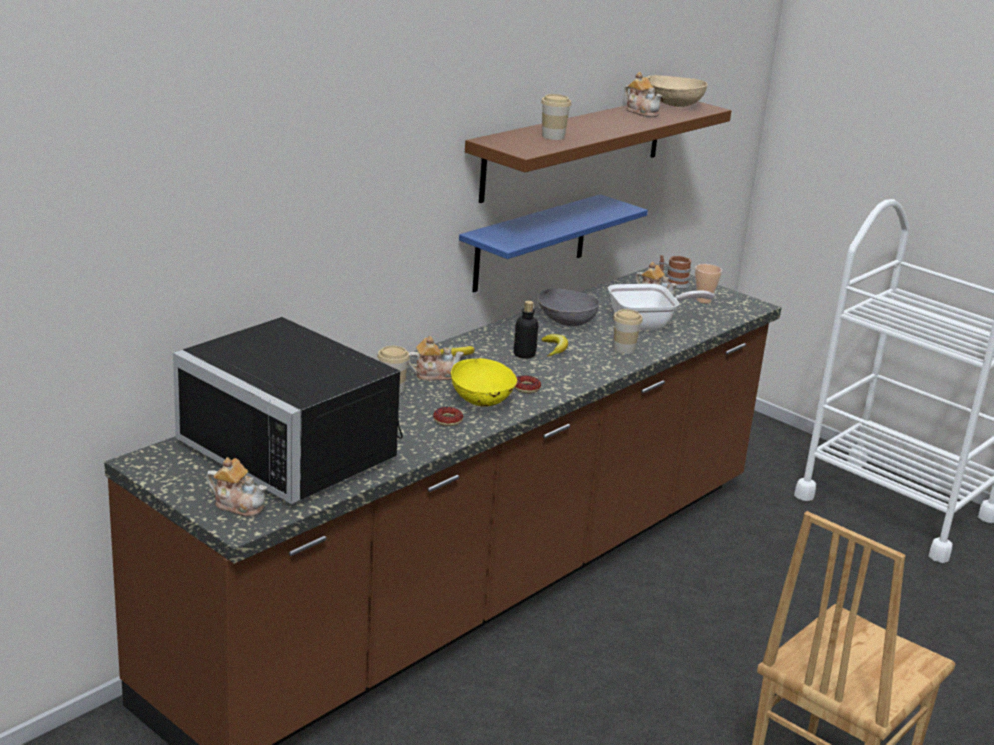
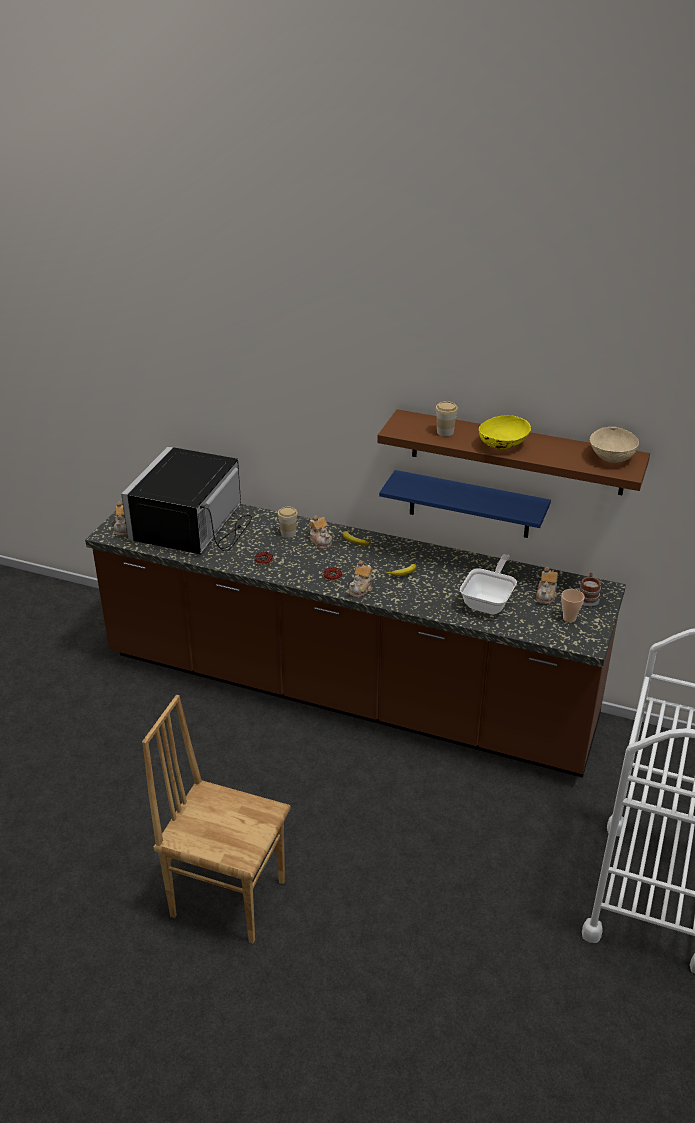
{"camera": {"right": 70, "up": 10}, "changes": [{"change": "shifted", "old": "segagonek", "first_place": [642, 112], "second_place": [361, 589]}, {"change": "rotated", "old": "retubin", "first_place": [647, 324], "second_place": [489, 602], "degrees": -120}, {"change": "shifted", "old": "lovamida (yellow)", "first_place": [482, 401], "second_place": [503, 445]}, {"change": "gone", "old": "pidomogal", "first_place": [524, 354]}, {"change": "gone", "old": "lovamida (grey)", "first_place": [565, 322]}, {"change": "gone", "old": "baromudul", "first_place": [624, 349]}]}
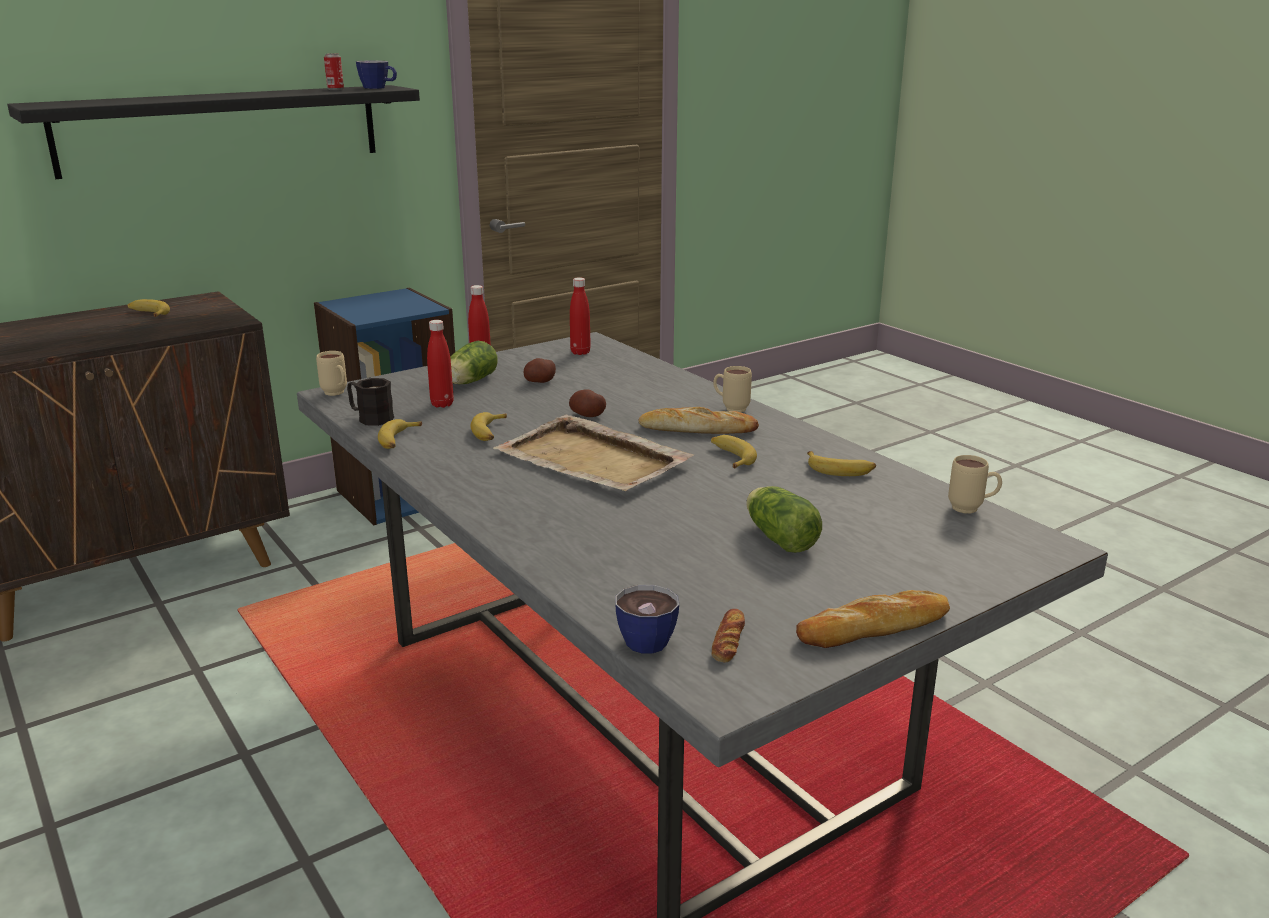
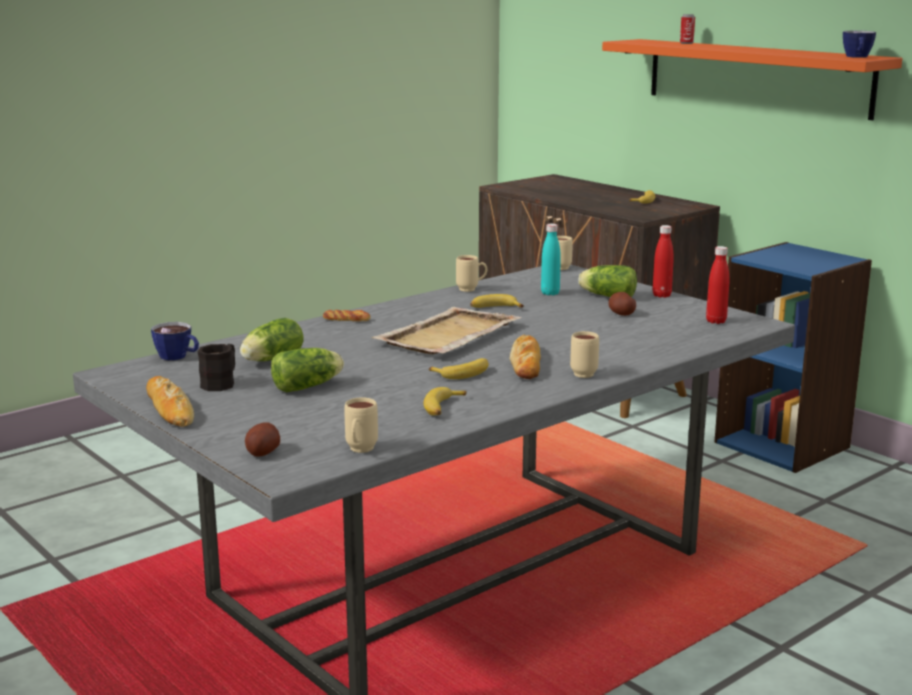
{"camera": {"right": 85, "up": -5}, "changes": [{"change": "shifted", "old": "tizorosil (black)", "first_place": [370, 418], "second_place": [221, 383]}, {"change": "new", "new": "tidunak", "second_place": [270, 359]}, {"change": "shifted", "old": "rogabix", "first_place": [587, 415], "second_place": [262, 452]}, {"change": "shifted", "old": "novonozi", "first_place": [728, 641], "second_place": [346, 319]}, {"change": "swapped", "old": "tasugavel", "new": "tizorosil (beige)", "first_place": [398, 440], "second_place": [471, 289]}, {"change": "repainted", "old": "pidomogal (red)", "new": "pidomogal (turquoise)", "first_place": [442, 404], "second_place": [550, 293]}, {"change": "repainted", "old": "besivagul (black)", "new": "besivagul (orange)", "first_place": [222, 129], "second_place": [756, 77]}, {"change": "shifted", "old": "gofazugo", "first_place": [335, 89], "second_place": [686, 43]}]}
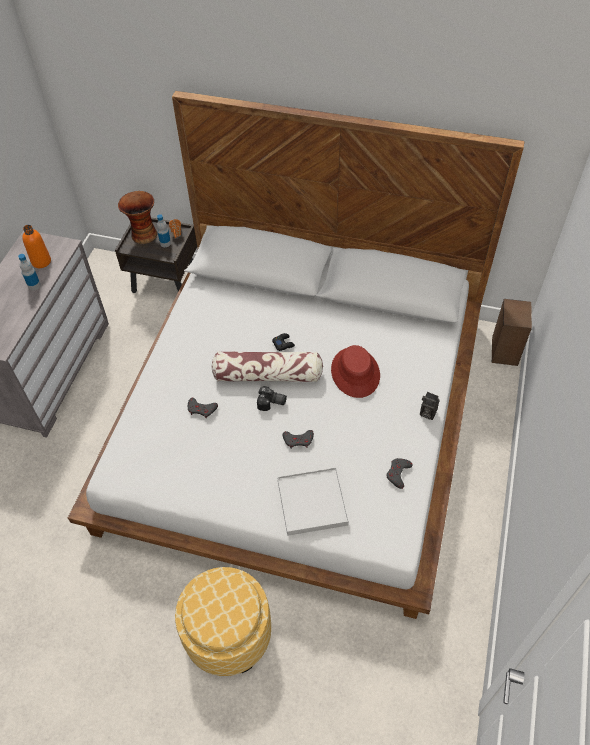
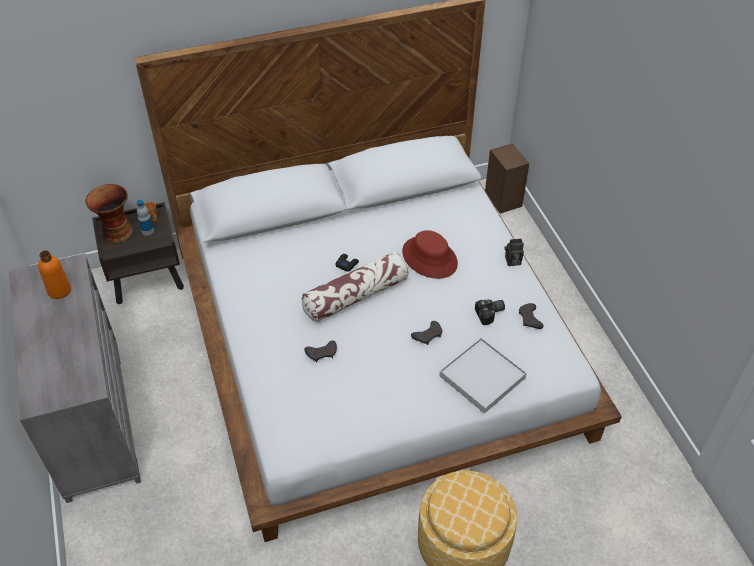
{"camera": {"right": -35, "up": -5}, "changes": [{"change": "shifted", "old": "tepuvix", "first_place": [271, 403], "second_place": [490, 314]}, {"change": "gone", "old": "pidomogal", "first_place": [34, 285]}]}
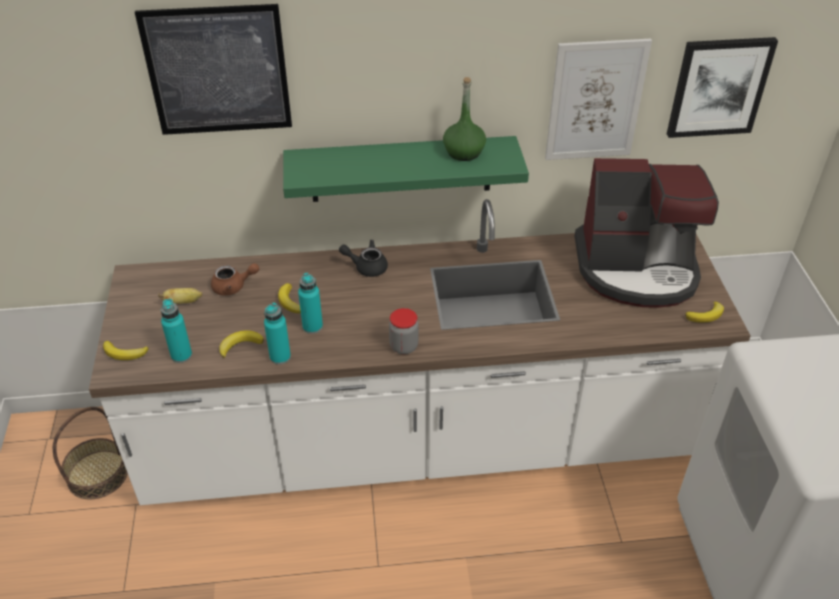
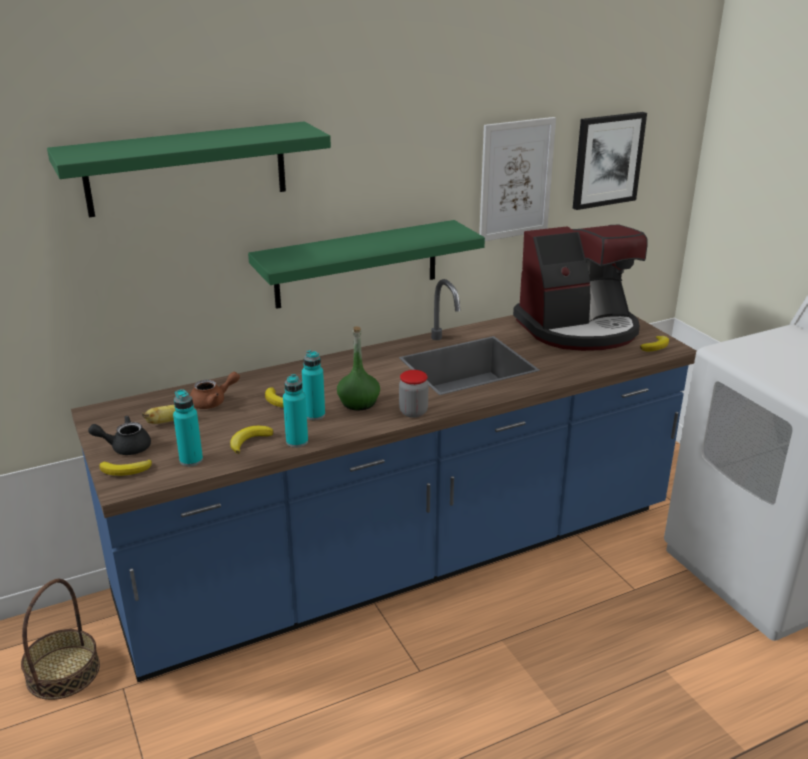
{"camera": {"right": -20, "up": -15}, "changes": [{"change": "swapped", "old": "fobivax", "new": "besivagul (green)", "first_place": [218, 71], "second_place": [187, 169]}, {"change": "repainted", "old": "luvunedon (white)", "new": "luvunedon (blue)", "first_place": [419, 441], "second_place": [404, 557]}, {"change": "shifted", "old": "segagonek (black)", "first_place": [366, 267], "second_place": [125, 447]}, {"change": "shifted", "old": "pidomogal (green)", "first_place": [464, 152], "second_place": [359, 402]}]}
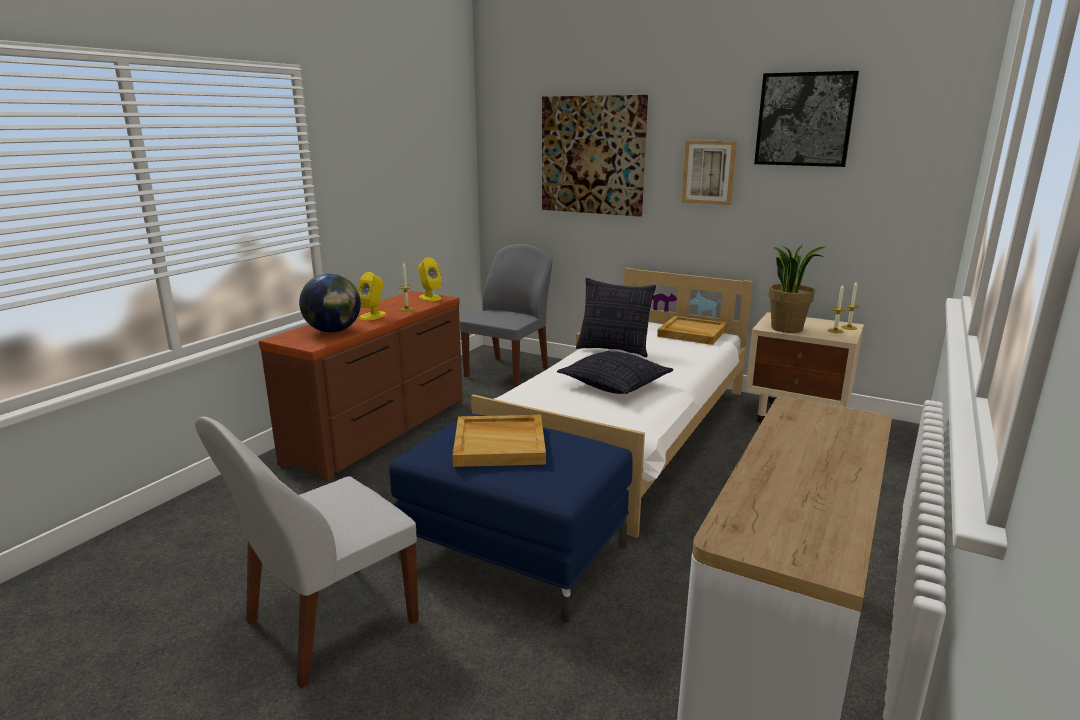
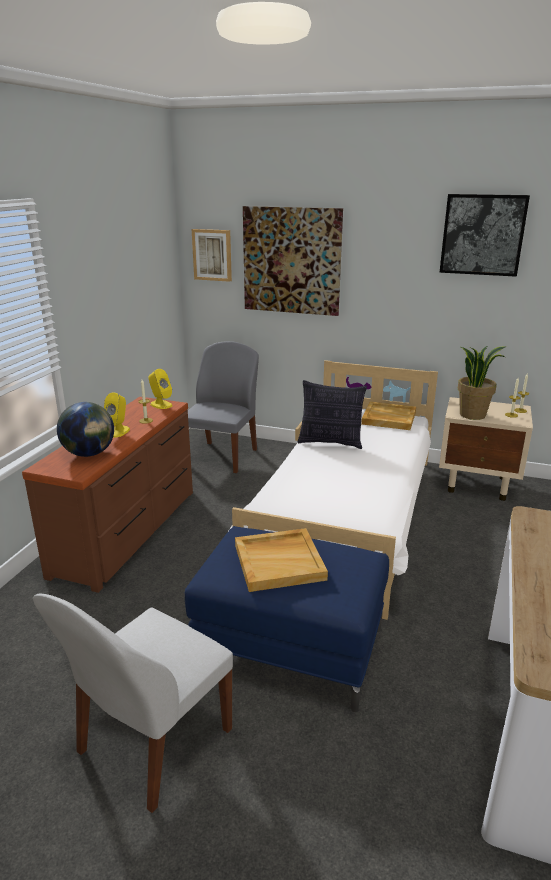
{"camera": {"right": -10, "up": 5}, "changes": [{"change": "shifted", "old": "fobivax", "first_place": [709, 172], "second_place": [212, 255]}, {"change": "gone", "old": "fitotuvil", "first_place": [615, 385]}]}
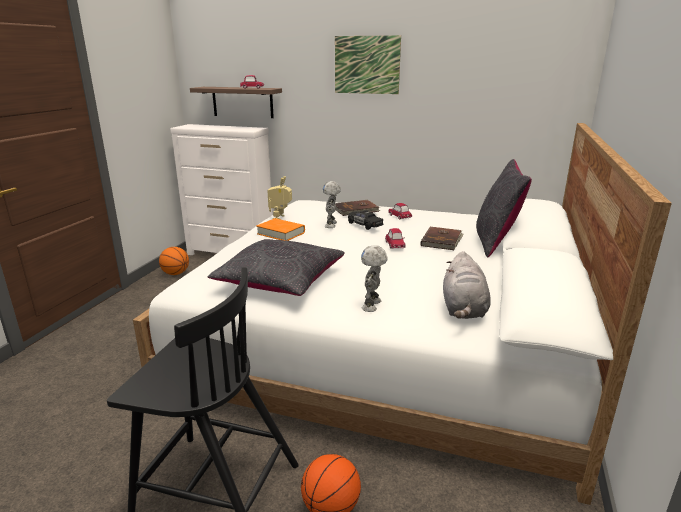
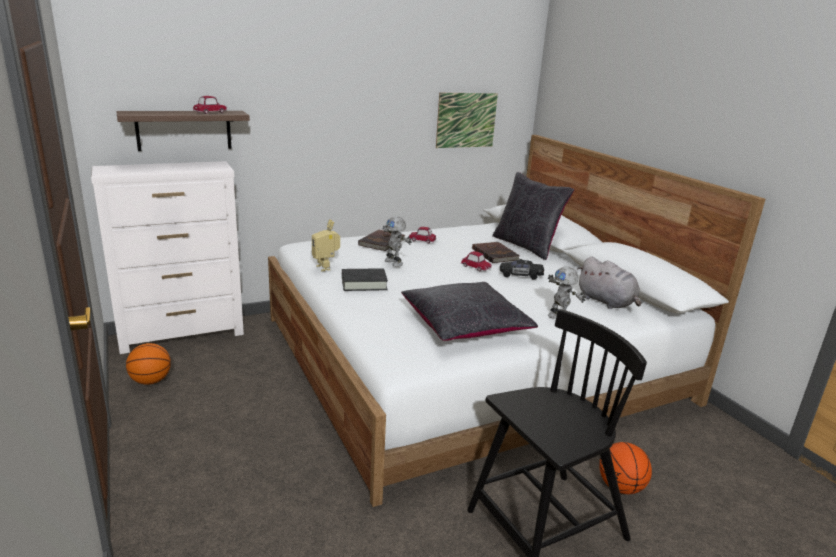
{"camera": {"right": -45, "up": 0}, "changes": [{"change": "repainted", "old": "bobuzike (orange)", "new": "bobuzike (black)", "first_place": [281, 233], "second_place": [364, 283]}, {"change": "shifted", "old": "fobivax", "first_place": [367, 65], "second_place": [466, 120]}, {"change": "shifted", "old": "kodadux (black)", "first_place": [364, 225], "second_place": [520, 275]}]}
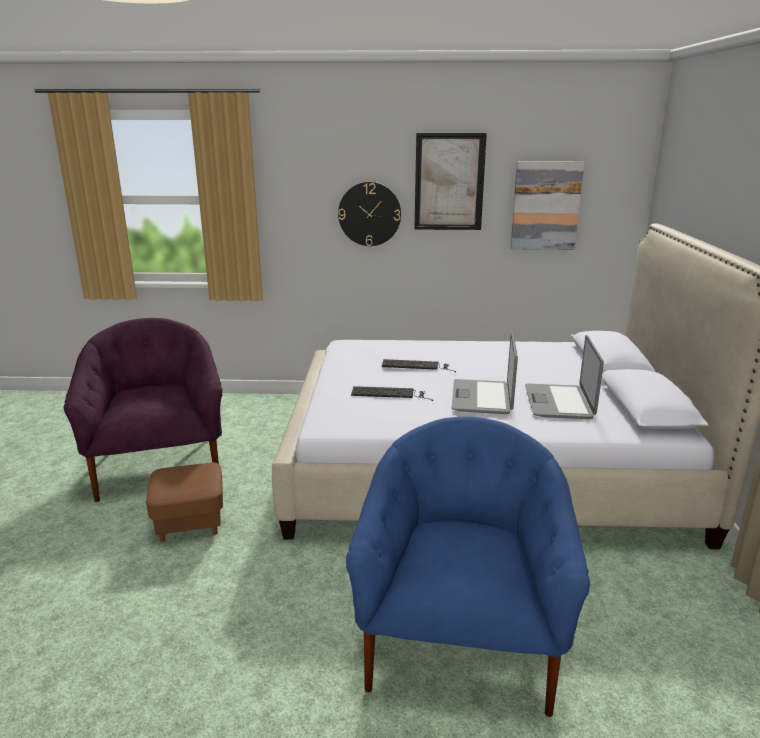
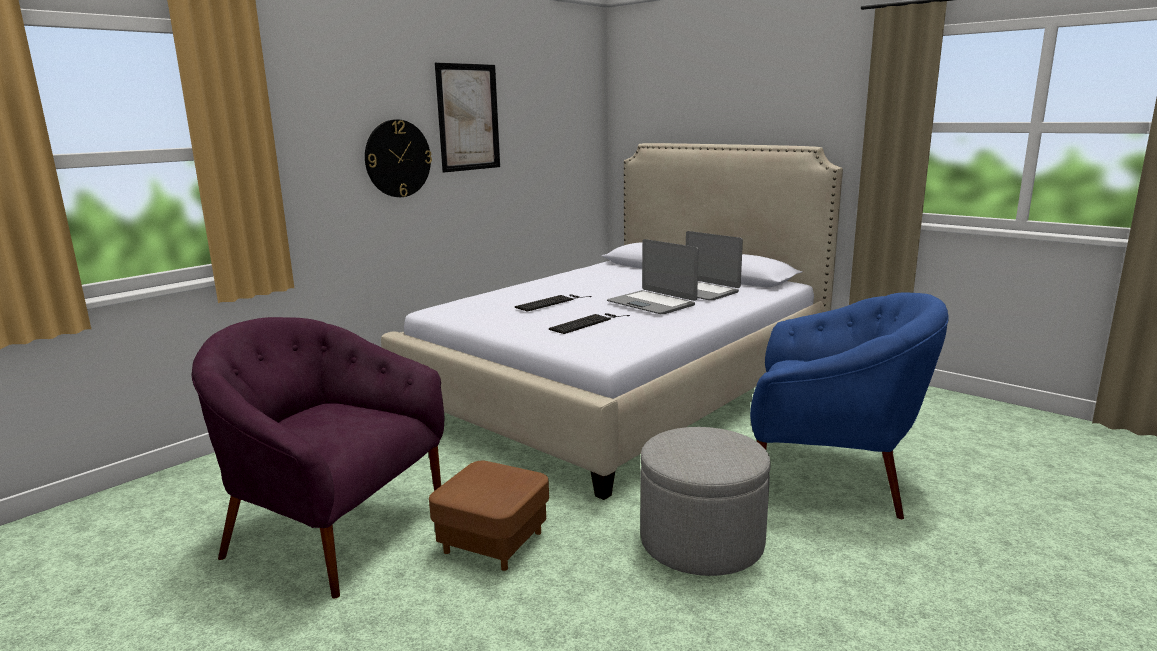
{"camera": {"right": -50, "up": -5}, "changes": [{"change": "new", "new": "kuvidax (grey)", "second_place": [701, 542]}, {"change": "rotated", "old": "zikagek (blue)", "first_place": [460, 641], "second_place": [829, 473], "degrees": 150}, {"change": "gone", "old": "fobivax", "first_place": [545, 206]}]}
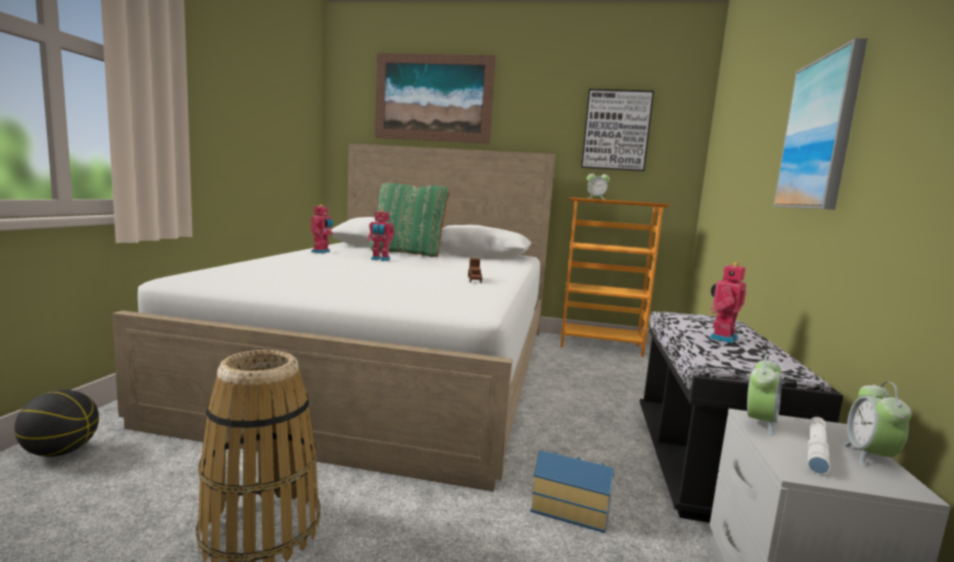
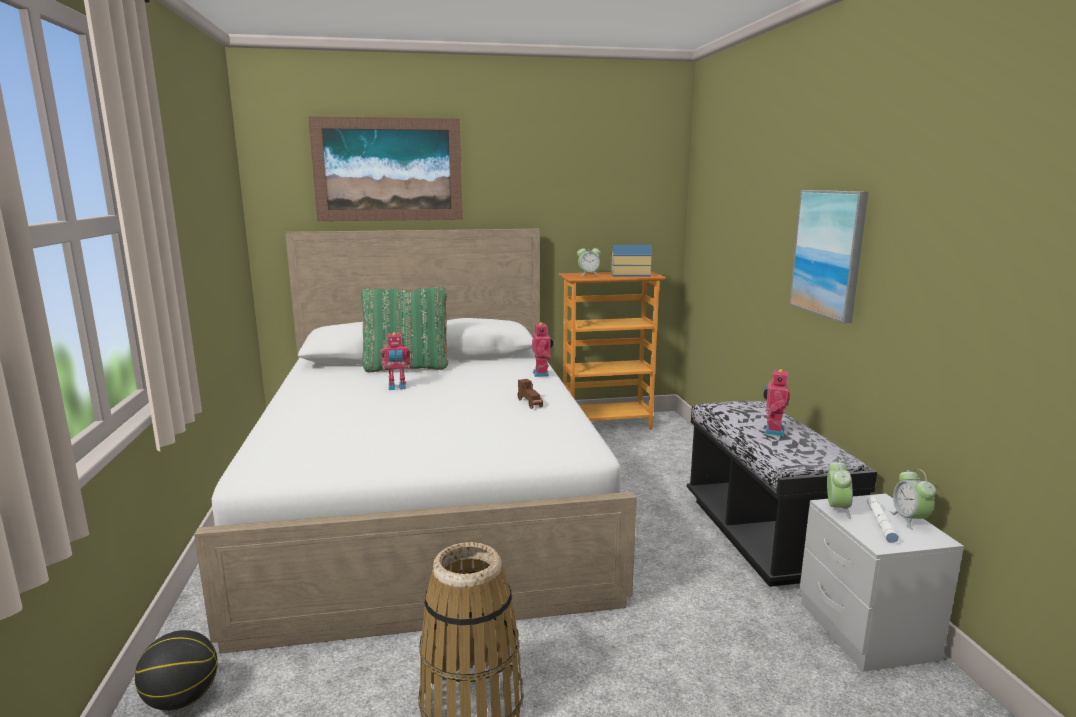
{"camera": {"right": -20, "up": 5}, "changes": [{"change": "shifted", "old": "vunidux", "first_place": [321, 252], "second_place": [542, 374]}, {"change": "shifted", "old": "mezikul", "first_place": [570, 509], "second_place": [629, 274]}, {"change": "gone", "old": "fobivax", "first_place": [616, 130]}]}
